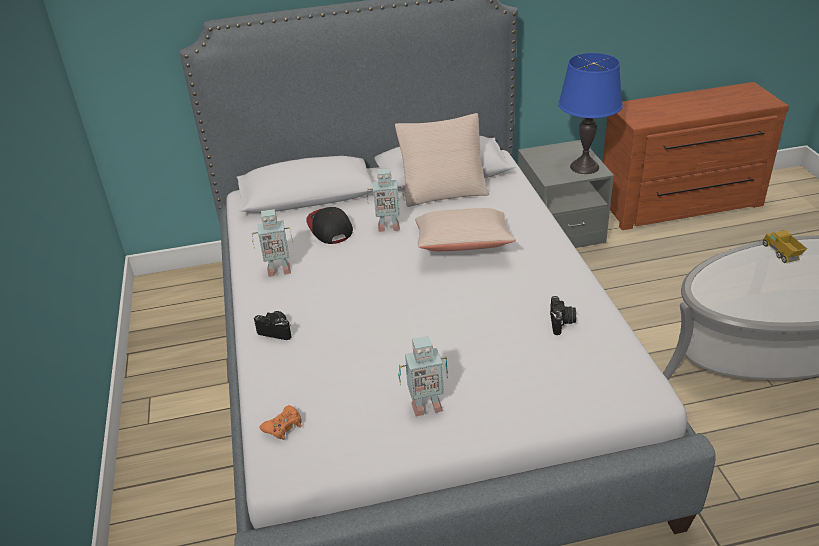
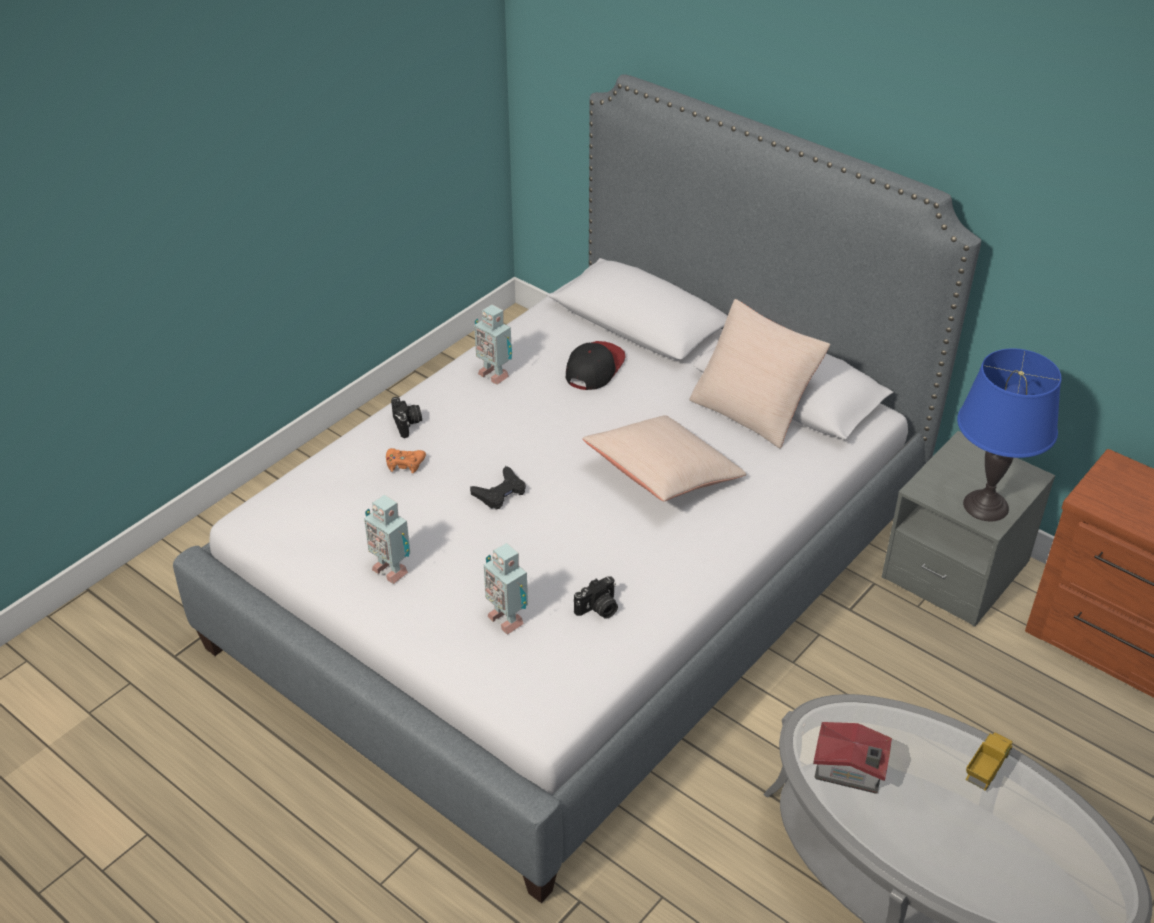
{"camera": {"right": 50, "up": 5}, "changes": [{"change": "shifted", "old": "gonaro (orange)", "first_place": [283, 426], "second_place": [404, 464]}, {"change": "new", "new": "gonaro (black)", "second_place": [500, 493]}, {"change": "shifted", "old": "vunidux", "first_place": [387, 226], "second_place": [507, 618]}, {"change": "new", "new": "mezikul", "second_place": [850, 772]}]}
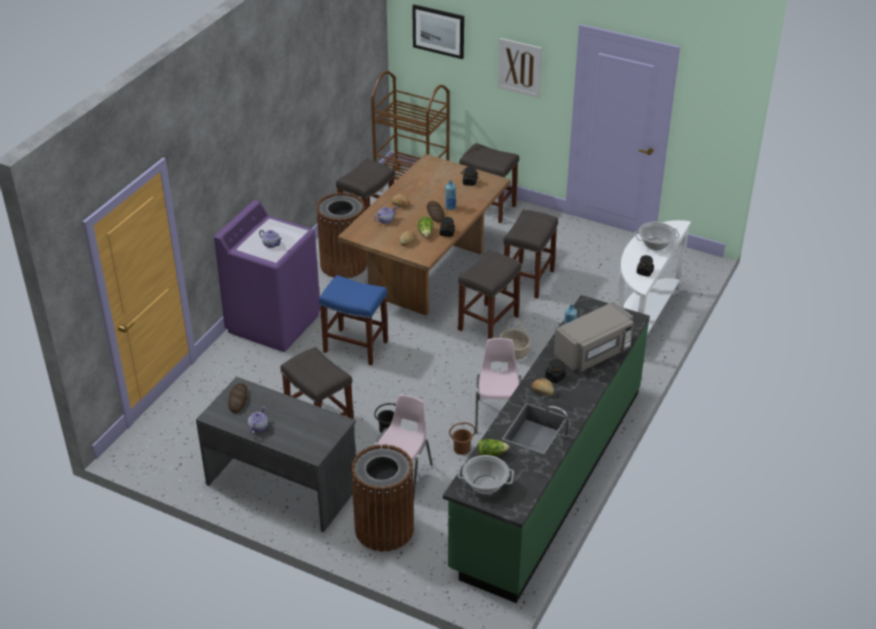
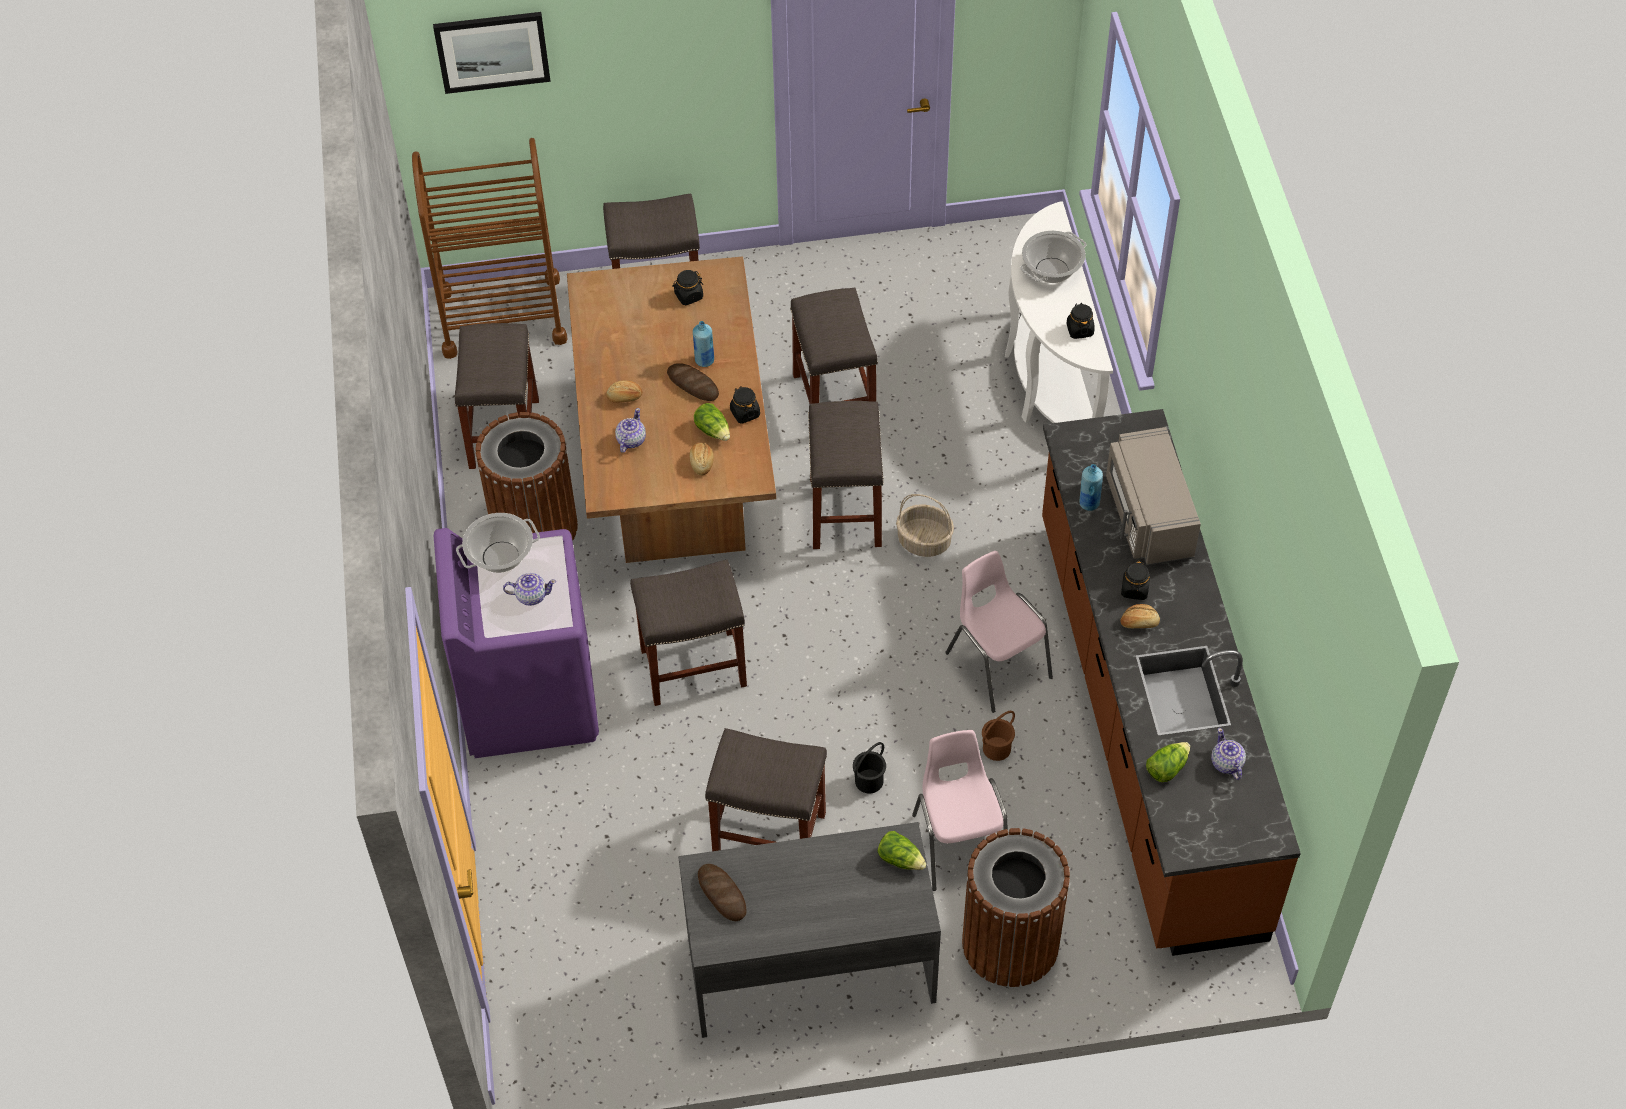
{"camera": {"right": -35, "up": 15}, "changes": [{"change": "shifted", "old": "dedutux", "first_place": [485, 485], "second_place": [500, 557]}, {"change": "repainted", "old": "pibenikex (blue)", "new": "pibenikex (grey)", "first_place": [354, 346], "second_place": [692, 668]}, {"change": "new", "new": "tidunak", "second_place": [900, 859]}, {"change": "repainted", "old": "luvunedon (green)", "new": "luvunedon (brown)", "first_place": [548, 477], "second_place": [1145, 722]}, {"change": "rotated", "old": "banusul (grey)", "first_place": [594, 352], "second_place": [1147, 517], "degrees": 150}, {"change": "shifted", "old": "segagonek", "first_place": [258, 427], "second_place": [1226, 763]}, {"change": "gone", "old": "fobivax", "first_place": [520, 67]}]}
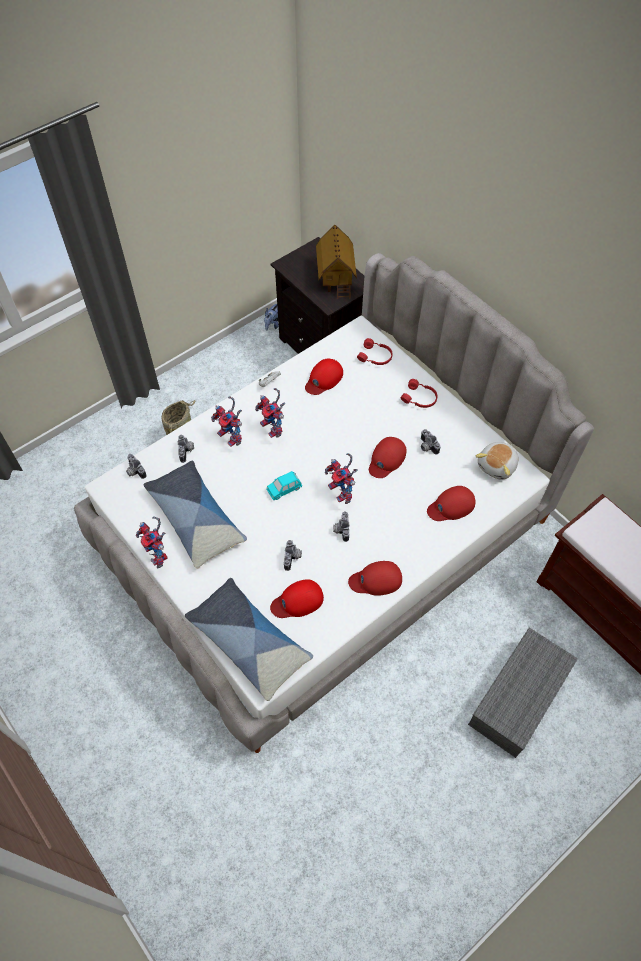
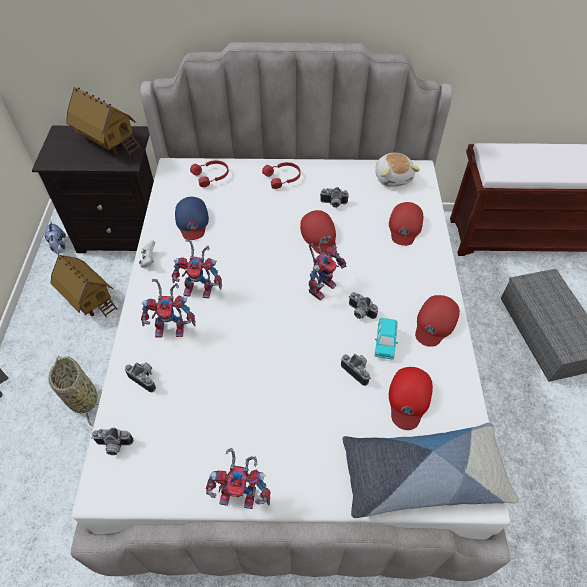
{"camera": {"right": -50, "up": -5}, "changes": [{"change": "new", "new": "mezikul", "second_place": [89, 299]}, {"change": "repainted", "old": "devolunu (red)", "new": "devolunu (blue)", "first_place": [323, 379], "second_place": [192, 221]}, {"change": "rotated", "old": "vunidux", "first_place": [342, 492], "second_place": [322, 285], "degrees": -60}, {"change": "shifted", "old": "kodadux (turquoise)", "first_place": [284, 489], "second_place": [385, 343]}, {"change": "gone", "old": "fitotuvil", "first_place": [196, 518]}]}
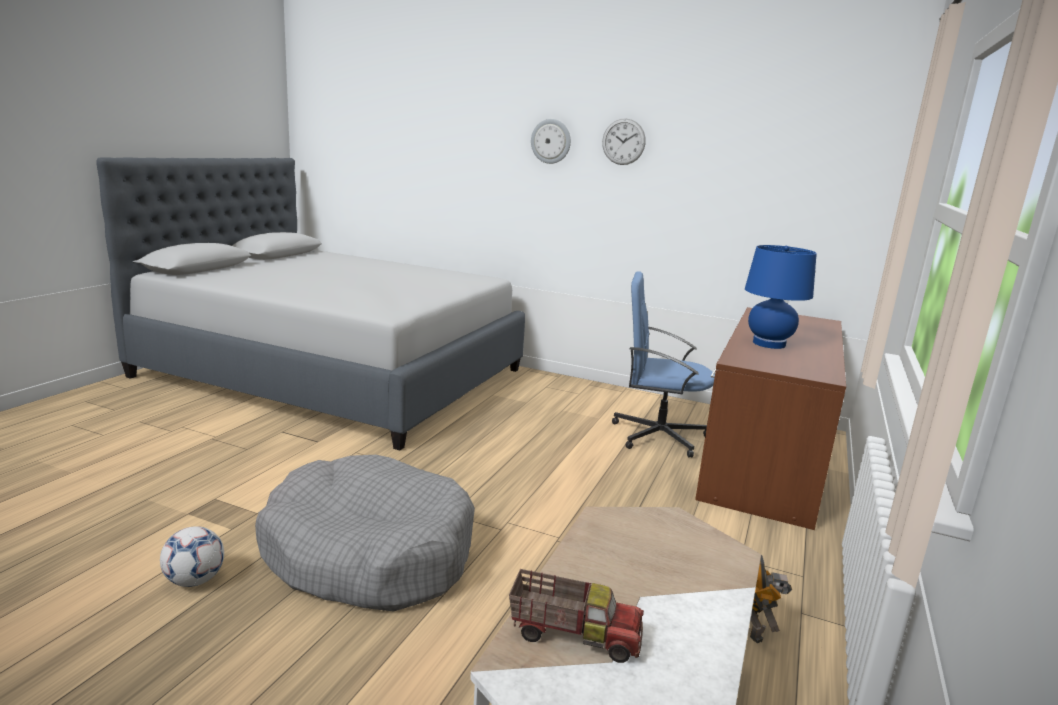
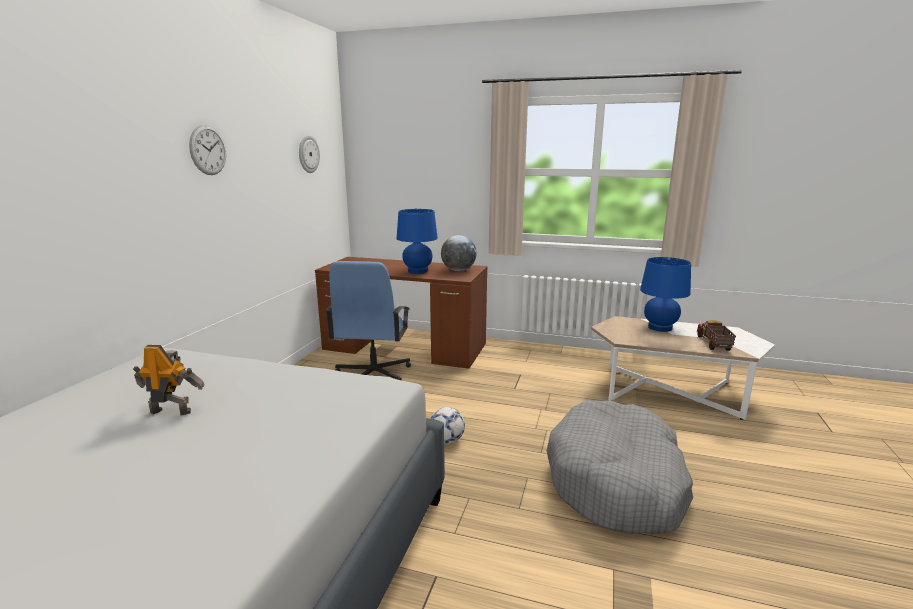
{"camera": {"right": -95, "up": 0}, "changes": [{"change": "shifted", "old": "vunidux", "first_place": [756, 628], "second_place": [171, 411]}, {"change": "shifted", "old": "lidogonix", "first_place": [551, 141], "second_place": [308, 154]}, {"change": "shifted", "old": "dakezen", "first_place": [195, 580], "second_place": [447, 440]}, {"change": "new", "new": "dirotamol", "second_place": [458, 270]}, {"change": "new", "new": "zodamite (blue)", "second_place": [660, 327]}]}
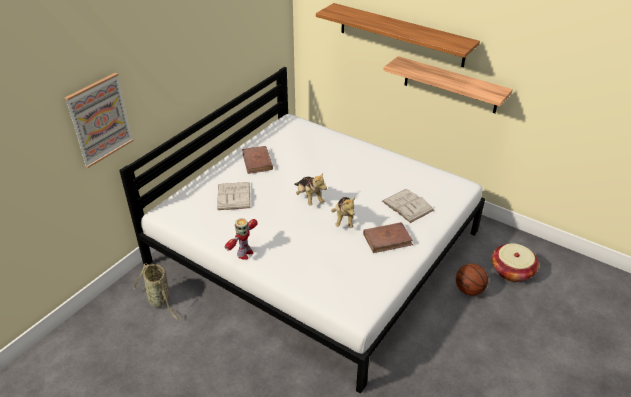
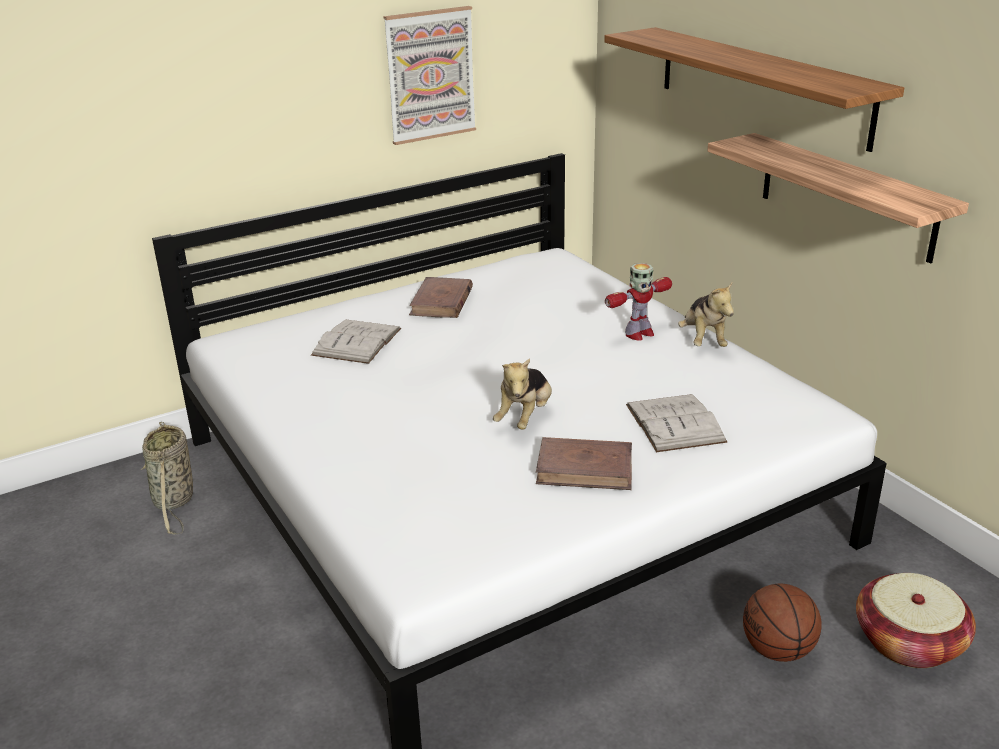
{"camera": {"right": 25, "up": -10}, "changes": [{"change": "shifted", "old": "fobivax", "first_place": [100, 120], "second_place": [430, 75]}, {"change": "shifted", "old": "vunidux", "first_place": [244, 254], "second_place": [638, 334]}, {"change": "shifted", "old": "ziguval", "first_place": [309, 198], "second_place": [703, 340]}]}
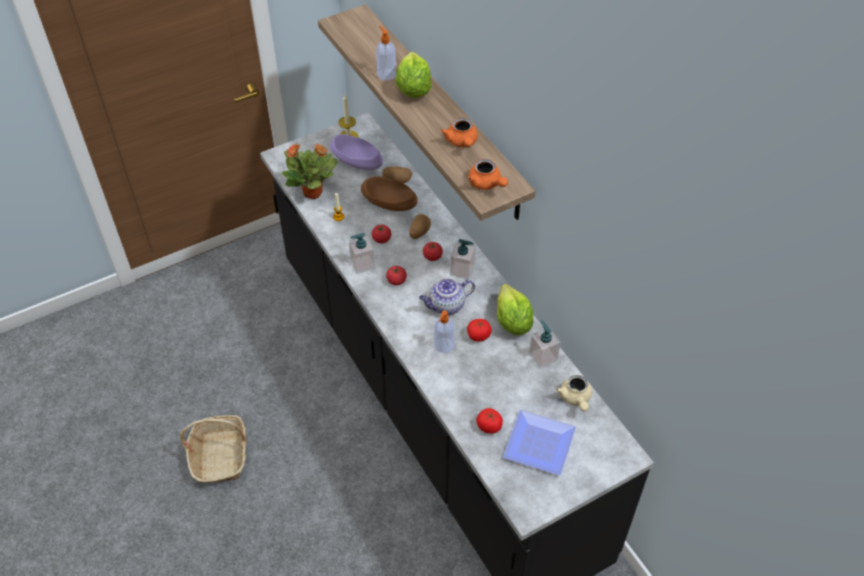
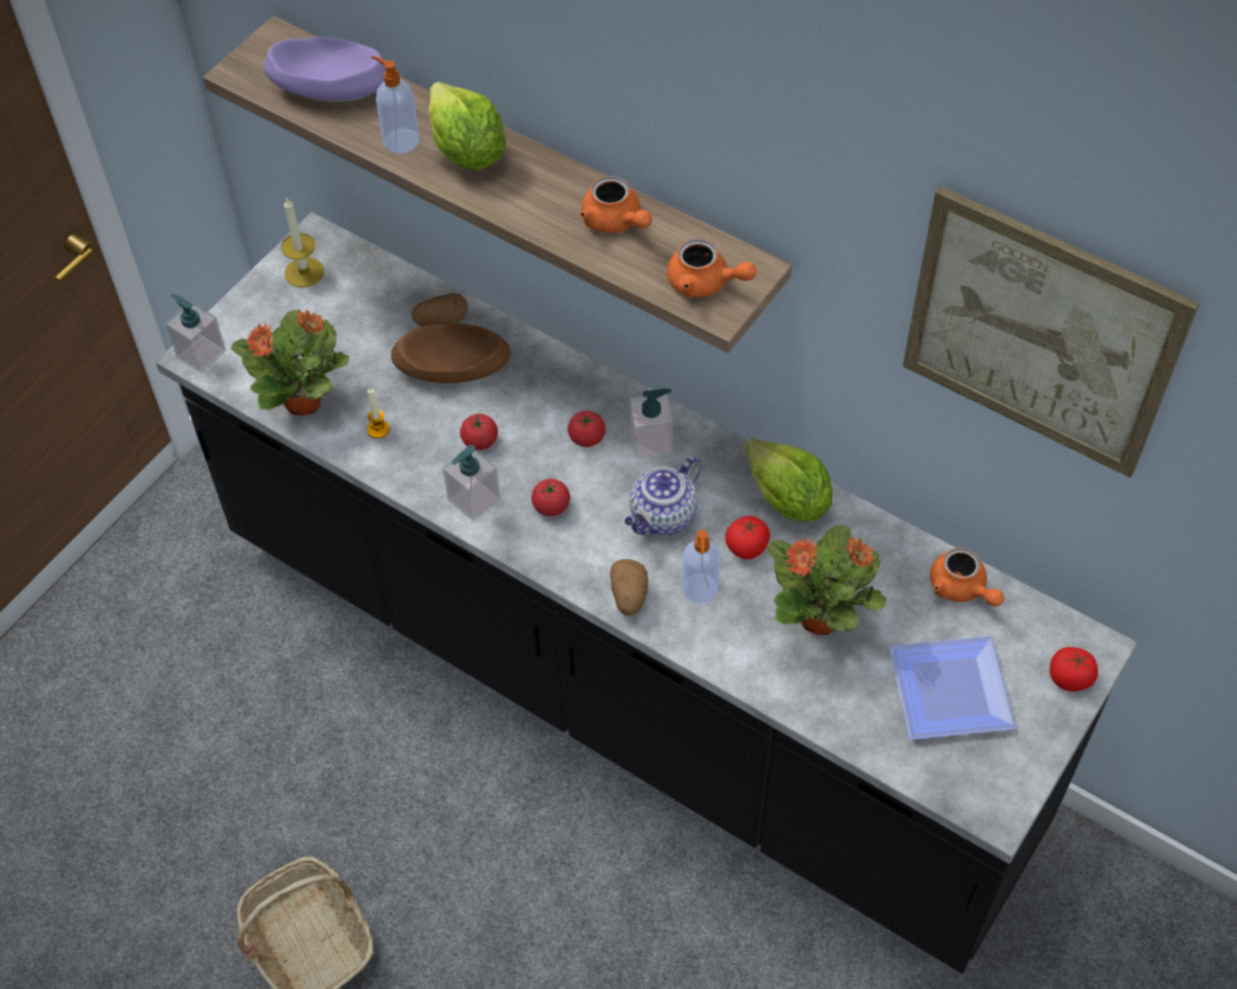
{"camera": {"right": -25, "up": 5}, "changes": [{"change": "shifted", "old": "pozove", "first_place": [543, 356], "second_place": [201, 353]}, {"change": "shifted", "old": "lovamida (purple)", "first_place": [356, 161], "second_place": [330, 89]}, {"change": "shifted", "old": "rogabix", "first_place": [419, 232], "second_place": [629, 596]}, {"change": "new", "new": "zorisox", "second_place": [821, 618]}, {"change": "new", "new": "fobivax", "second_place": [1040, 334]}, {"change": "repainted", "old": "segagonek (beige)", "new": "segagonek (orange)", "first_place": [575, 398], "second_place": [961, 589]}, {"change": "shifted", "old": "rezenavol", "first_place": [489, 426], "second_place": [1070, 678]}]}
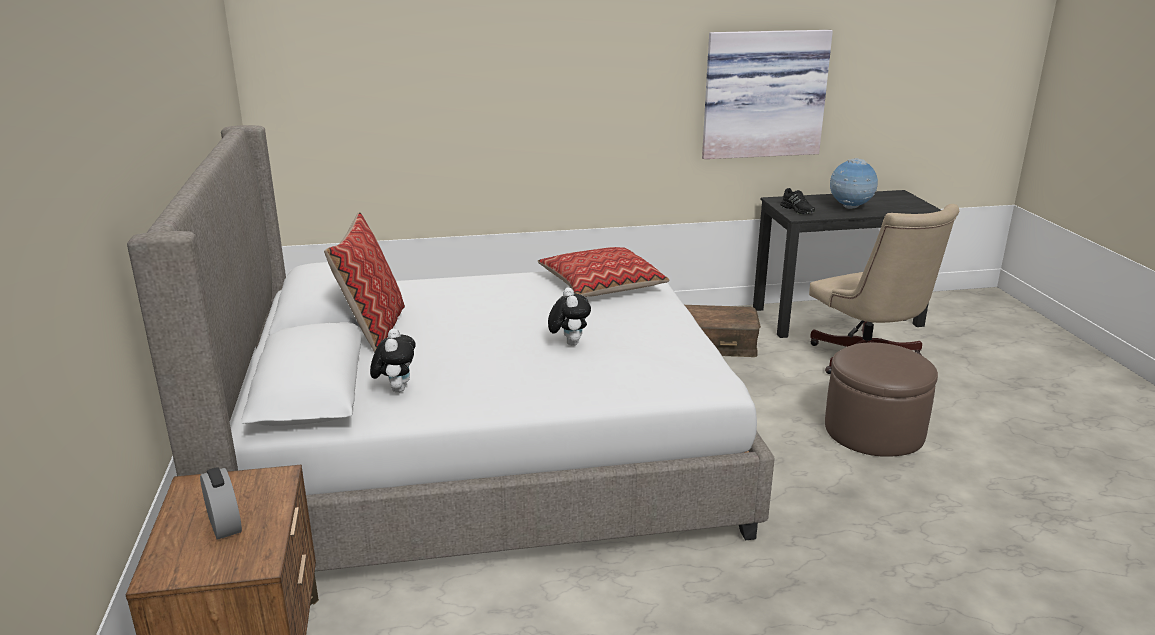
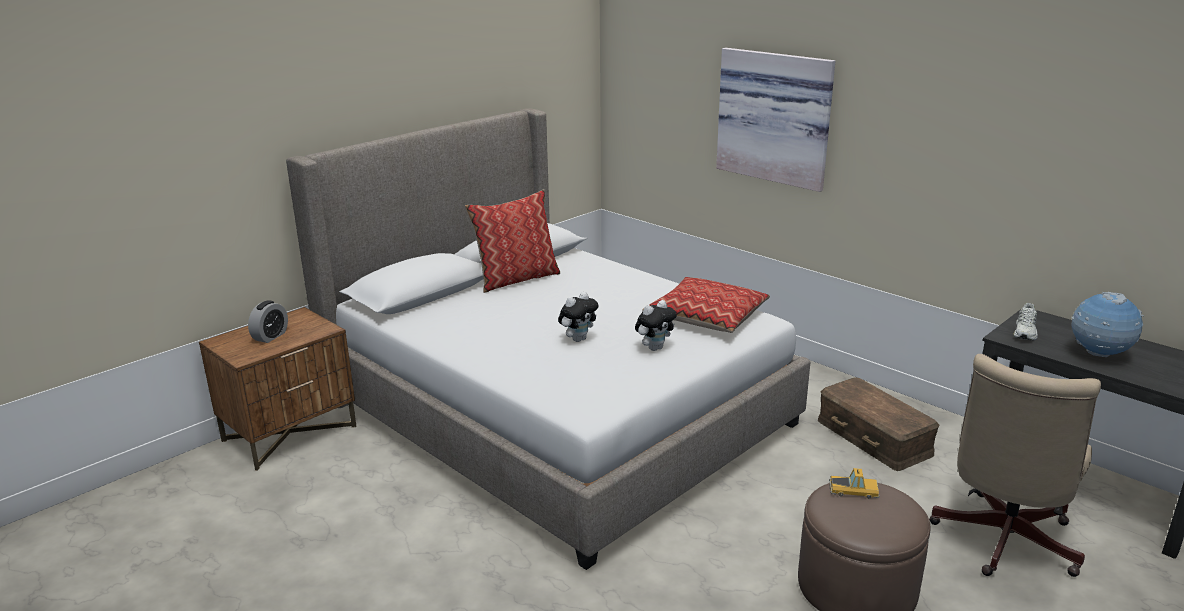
{"camera": {"right": 55, "up": 0}, "changes": [{"change": "shifted", "old": "ziguval", "first_place": [396, 389], "second_place": [655, 348]}, {"change": "shifted", "old": "fobivax", "first_place": [763, 94], "second_place": [776, 117]}, {"change": "new", "new": "kodadux", "second_place": [854, 490]}, {"change": "repainted", "old": "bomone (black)", "new": "bomone (white)", "first_place": [798, 210], "second_place": [1025, 332]}]}
